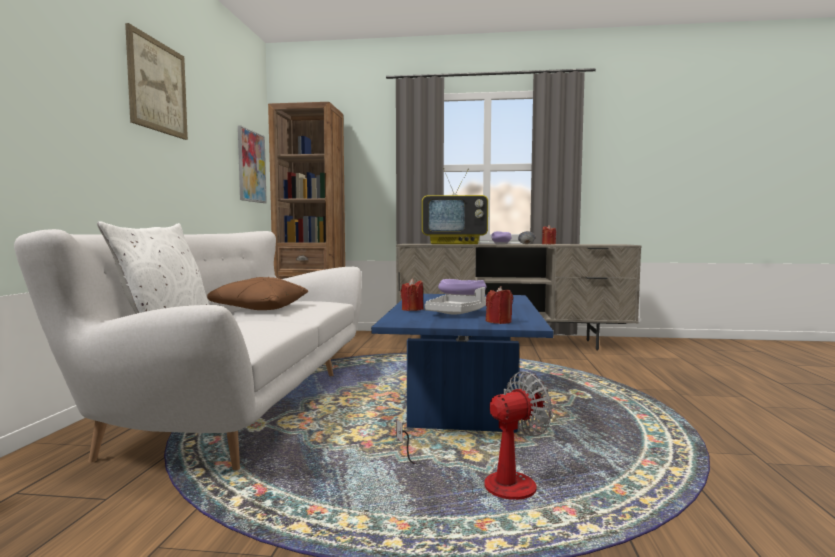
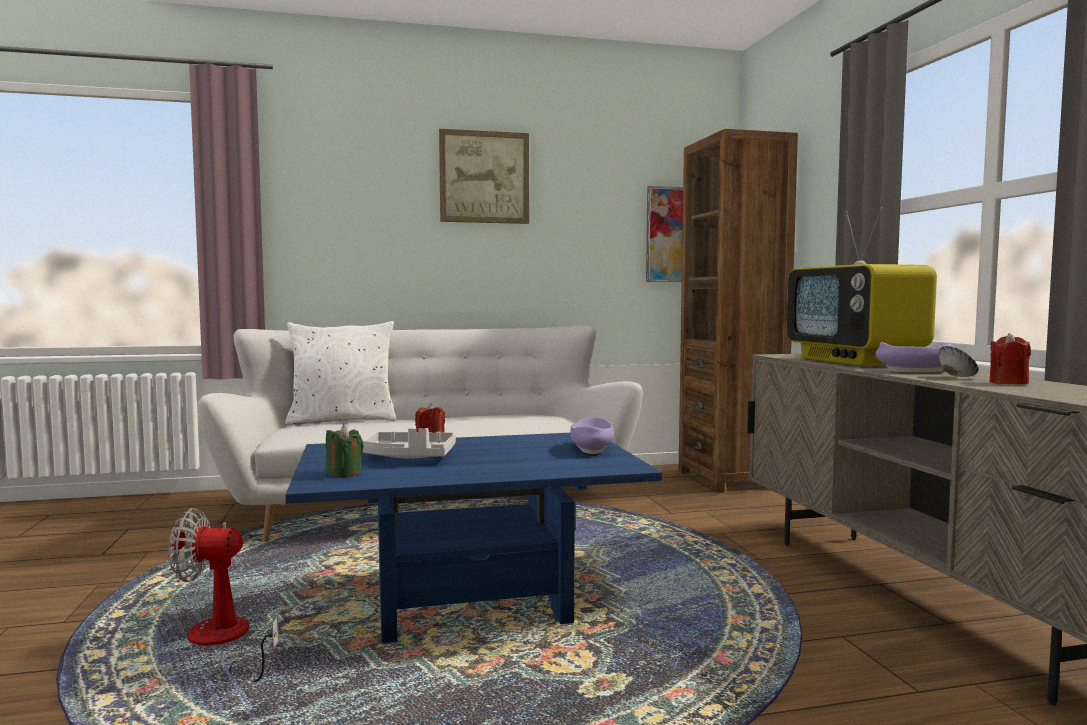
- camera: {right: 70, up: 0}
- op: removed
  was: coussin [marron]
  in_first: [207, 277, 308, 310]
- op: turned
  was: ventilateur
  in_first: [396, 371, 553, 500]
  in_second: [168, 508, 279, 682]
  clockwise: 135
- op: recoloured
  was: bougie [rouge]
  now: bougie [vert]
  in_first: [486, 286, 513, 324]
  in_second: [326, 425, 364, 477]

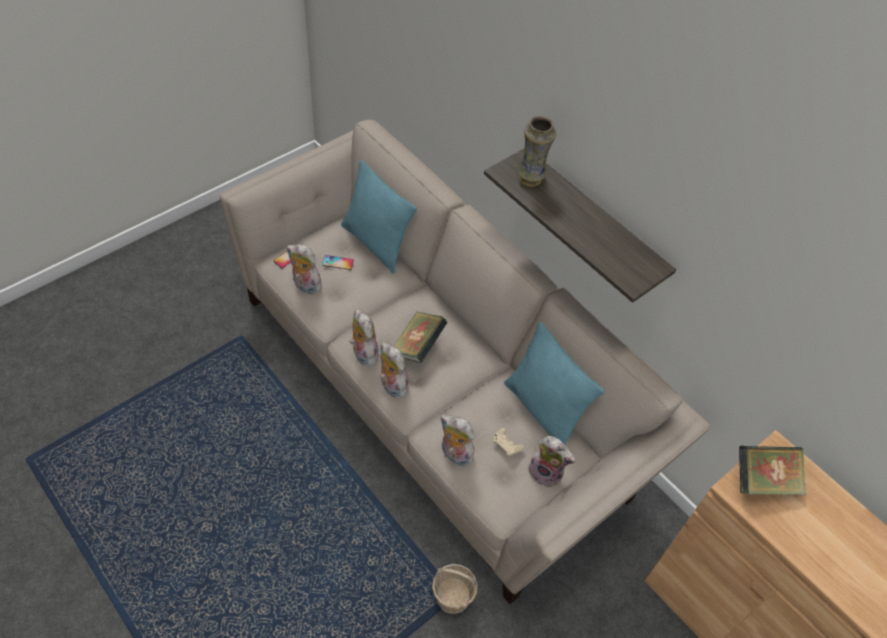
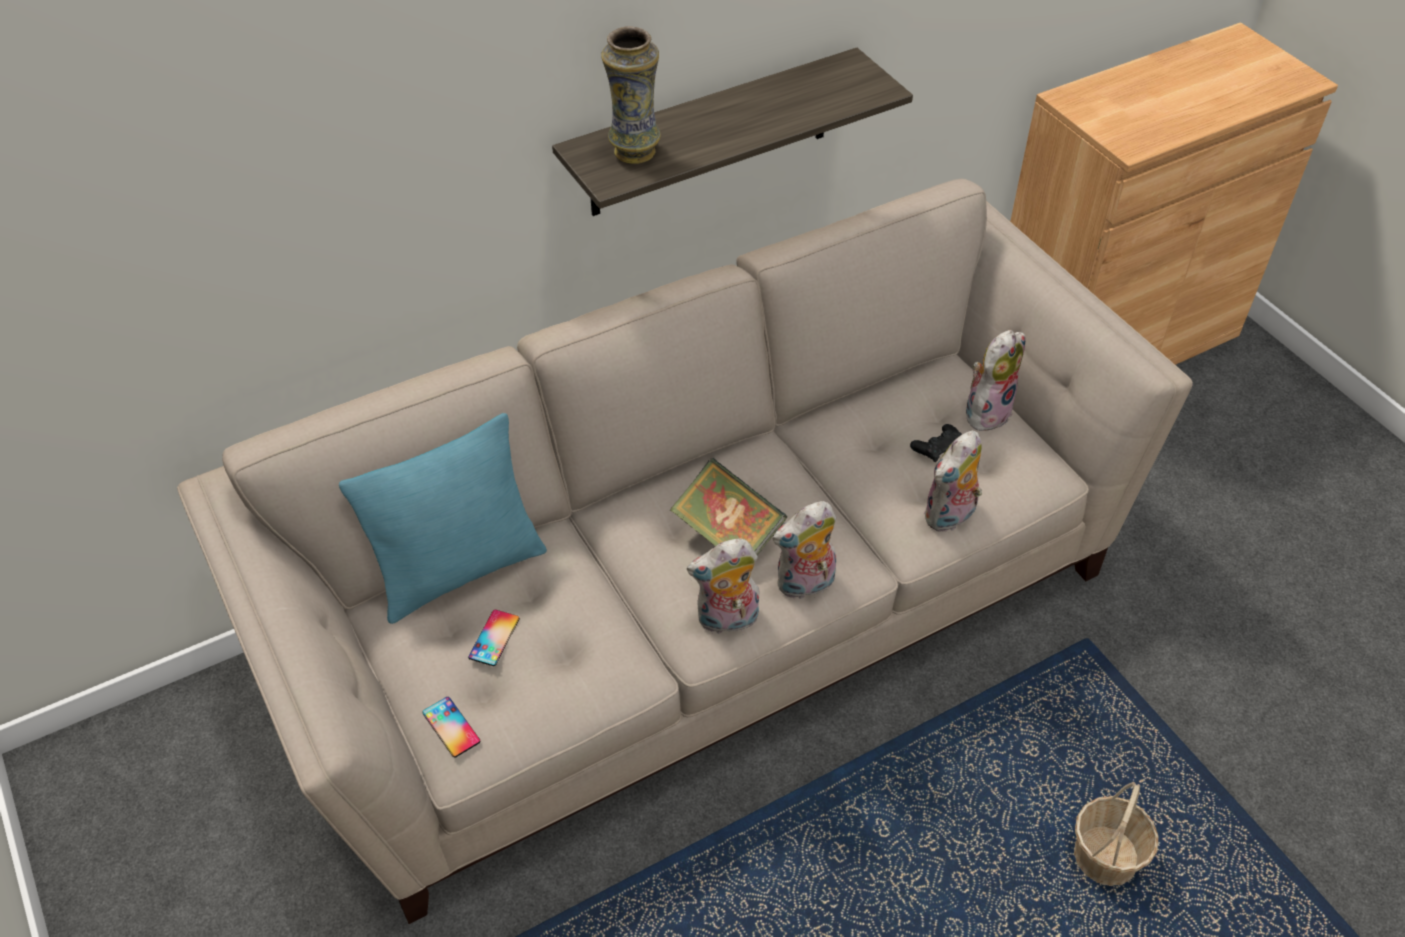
- camera: {right: -75, up: -5}
- op: removed
  was: peluche
  in_first: [287, 244, 322, 295]
- op: moved
  was: panier
  in_first: [432, 564, 478, 614]
  in_second: [1074, 782, 1159, 886]
- op: recoloured
  was: manette [beige]
  now: manette [noir]
  in_first: [493, 428, 524, 457]
  in_second: [910, 424, 962, 462]
- op: removed
  was: coussin [turquoise]
  in_first: [504, 322, 604, 445]
- op: removed
  was: livre
  in_first: [739, 446, 806, 495]

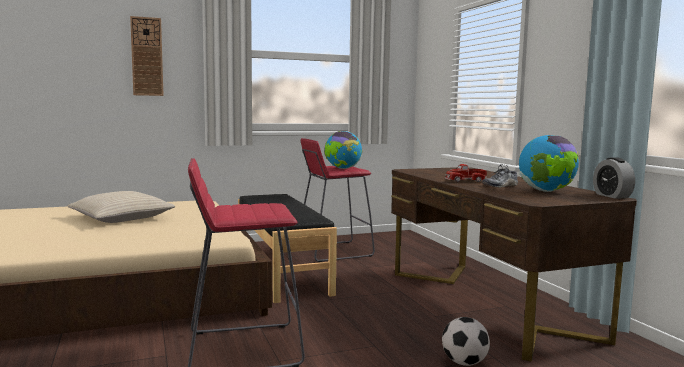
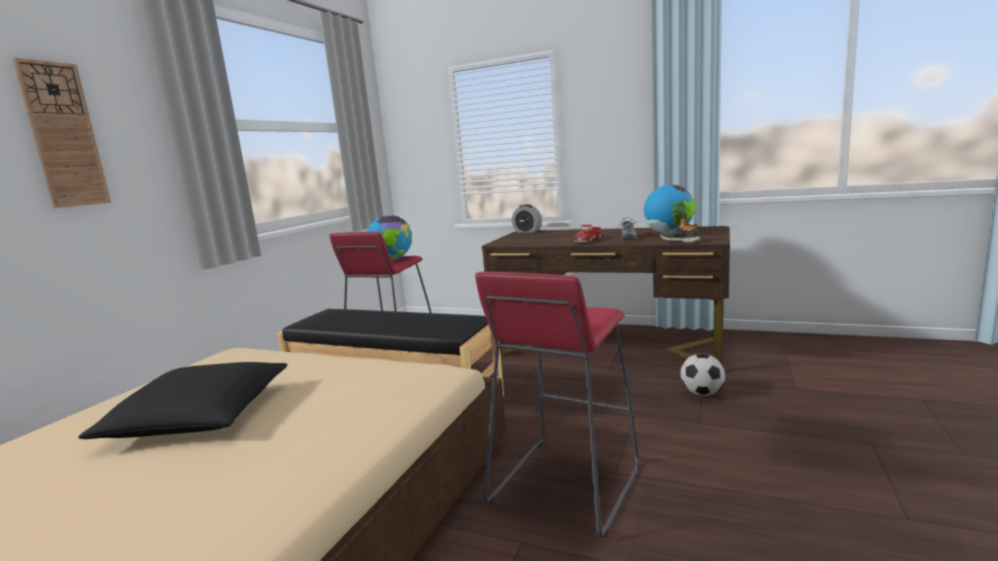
- camera: {right: -45, up: 5}
- op: recoloured
  was: coussin [beige]
  now: coussin [noir]
  in_first: [67, 191, 175, 223]
  in_second: [78, 362, 287, 439]
- op: moved
  was: réveil
  in_first: [593, 157, 635, 199]
  in_second: [512, 204, 542, 232]
- op: added
  now: chaussure
  in_second: [660, 218, 701, 243]

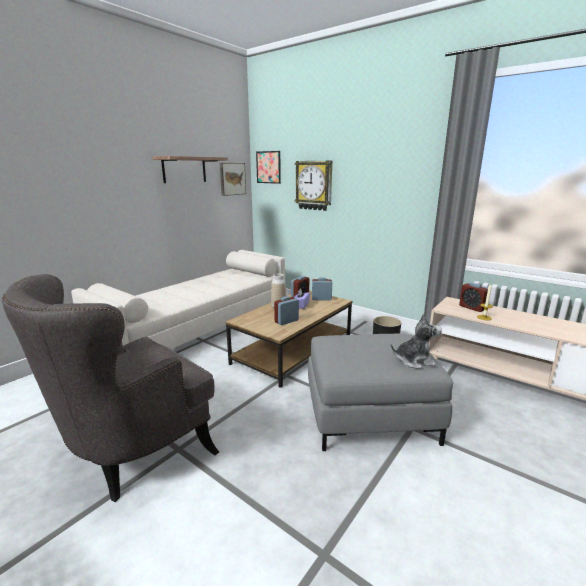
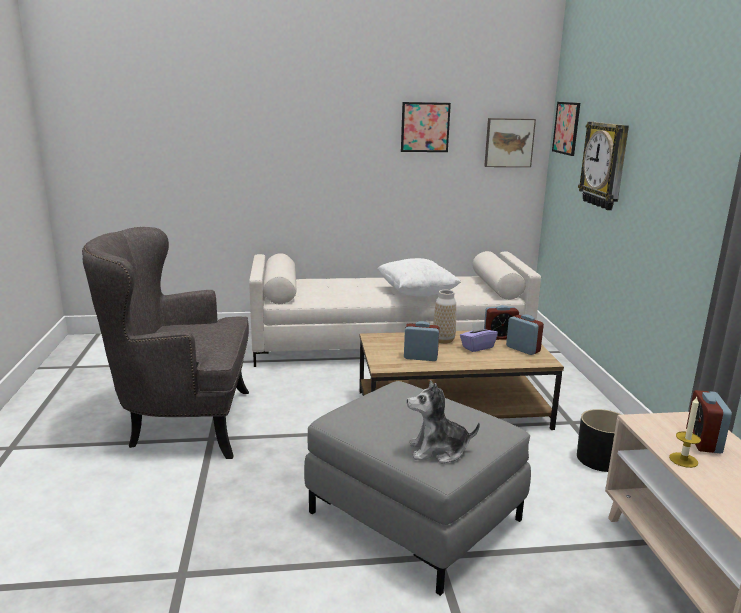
- camera: {right: 45, up: 0}
- op: replaced
  was: étagère
  now: tableau
  in_first: [153, 156, 228, 183]
  in_second: [401, 102, 451, 152]
- op: turned
  was: peluche
  in_first: [390, 314, 442, 369]
  in_second: [407, 380, 480, 464]
  clockwise: 135
- op: added
  now: coussin [blanc]
  in_second: [378, 258, 461, 297]

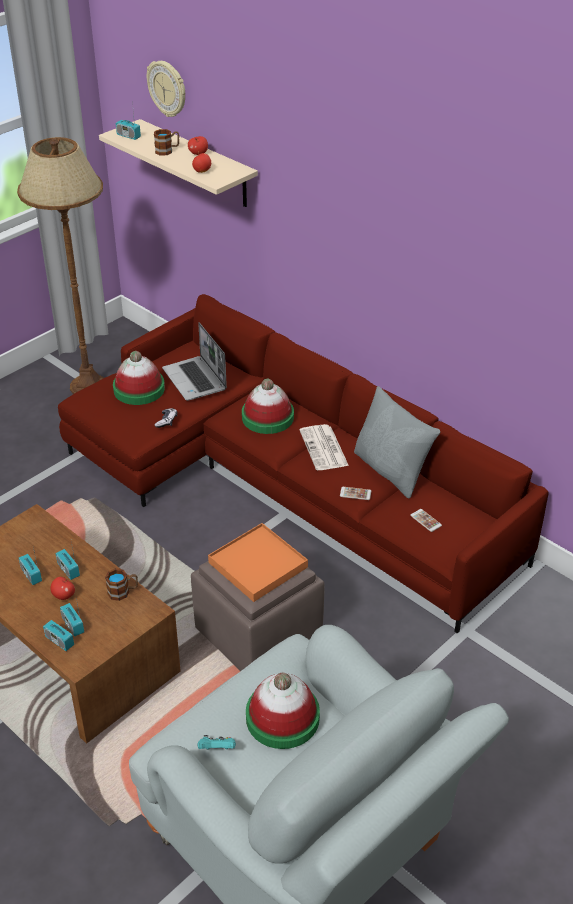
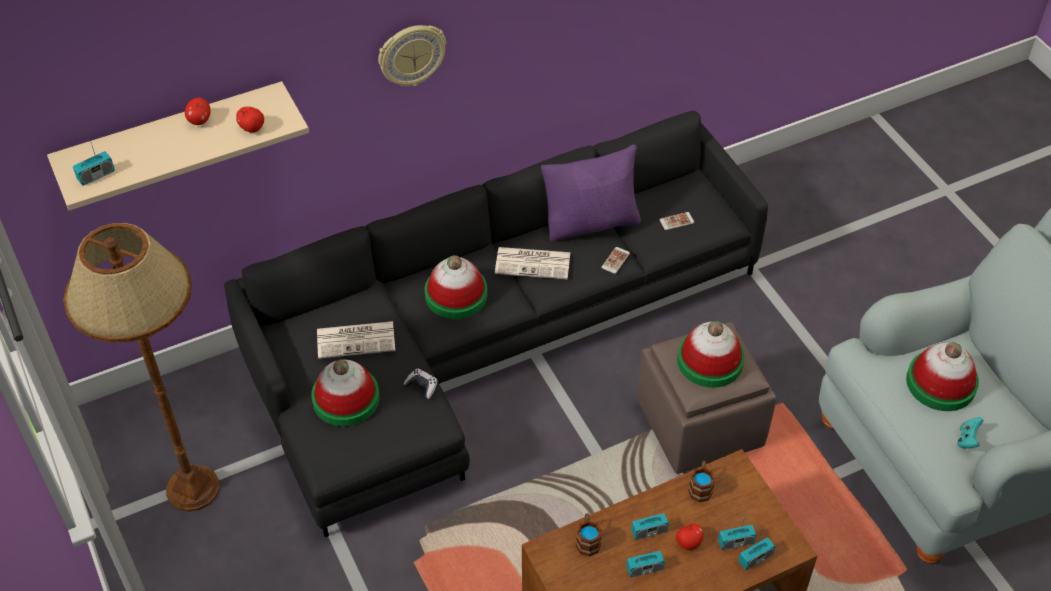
- camera: {right: -70, up: 10}
- op: recoloured
  was: canapé [rouge]
  now: canapé [noir]
  in_first: [58, 294, 549, 634]
  in_second: [224, 111, 768, 537]
- op: moved
  was: horloge murale
  in_first: [147, 61, 185, 117]
  in_second: [378, 25, 446, 86]
- op: moved
  was: mug
  in_first: [154, 129, 179, 155]
  in_second: [576, 513, 602, 557]
- op: replaced
  was: ordinateur portable
  now: journal
  in_first: [162, 322, 227, 401]
  in_second: [317, 321, 395, 359]
- op: replaced
  was: plateau [orange]
  now: chapeau
  in_first: [208, 523, 308, 602]
  in_second: [677, 321, 745, 388]
- op: recoloured
  was: coussin [gris]
  now: coussin [violet]
  in_first: [354, 386, 440, 498]
  in_second: [541, 145, 641, 242]

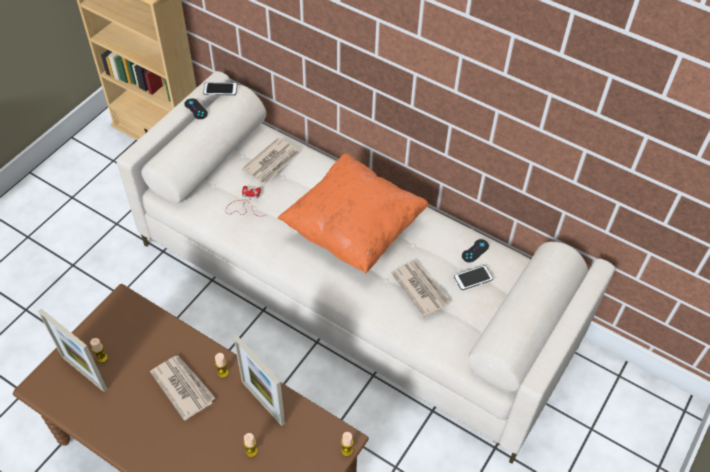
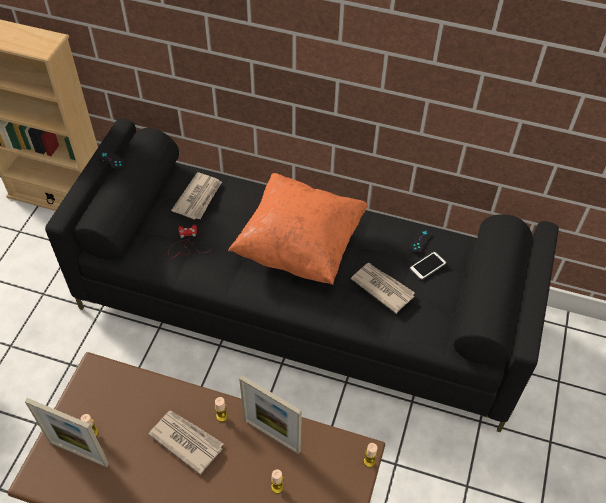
- camera: {right: -15, up: 0}
- op: recoloured
  was: canapé [beige]
  now: canapé [noir]
  in_first: [117, 71, 615, 464]
  in_second: [45, 118, 559, 432]
- op: removed
  was: téléphone
  in_first: [203, 82, 237, 96]

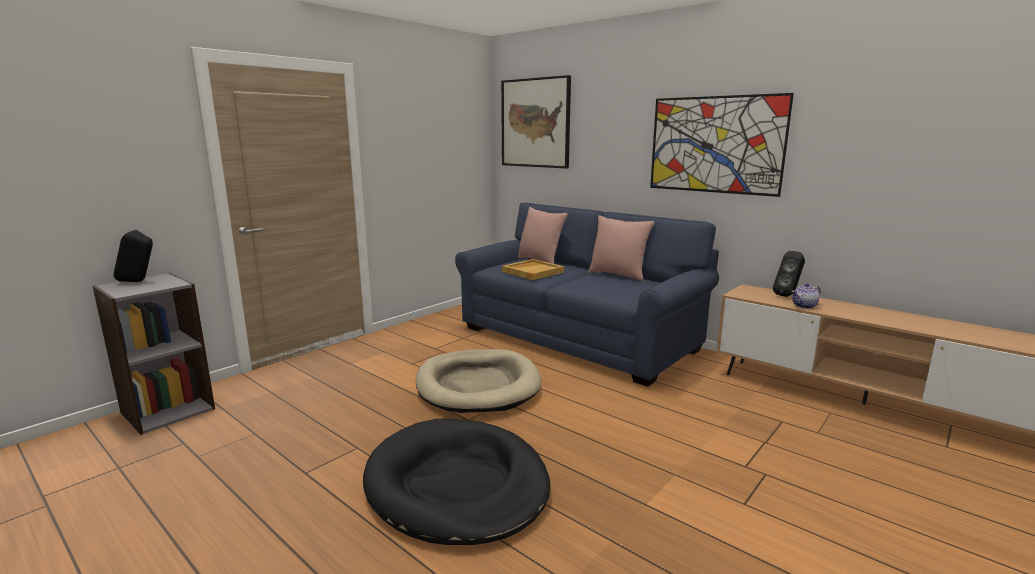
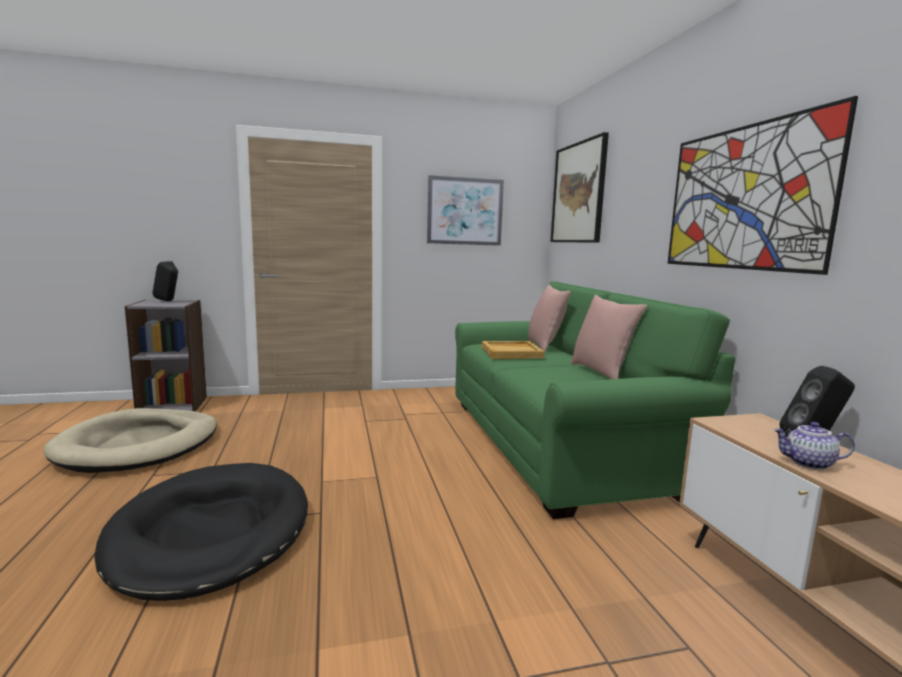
- camera: {right: 35, up: -5}
- op: moved
  was: panier pour chien [beige]
  in_first: [416, 349, 541, 413]
  in_second: [43, 408, 217, 473]
- op: recoloured
  was: canapé [bleu]
  now: canapé [vert]
  in_first: [455, 203, 719, 387]
  in_second: [455, 281, 735, 519]
- op: added
  now: tableau
  in_second: [427, 175, 504, 246]

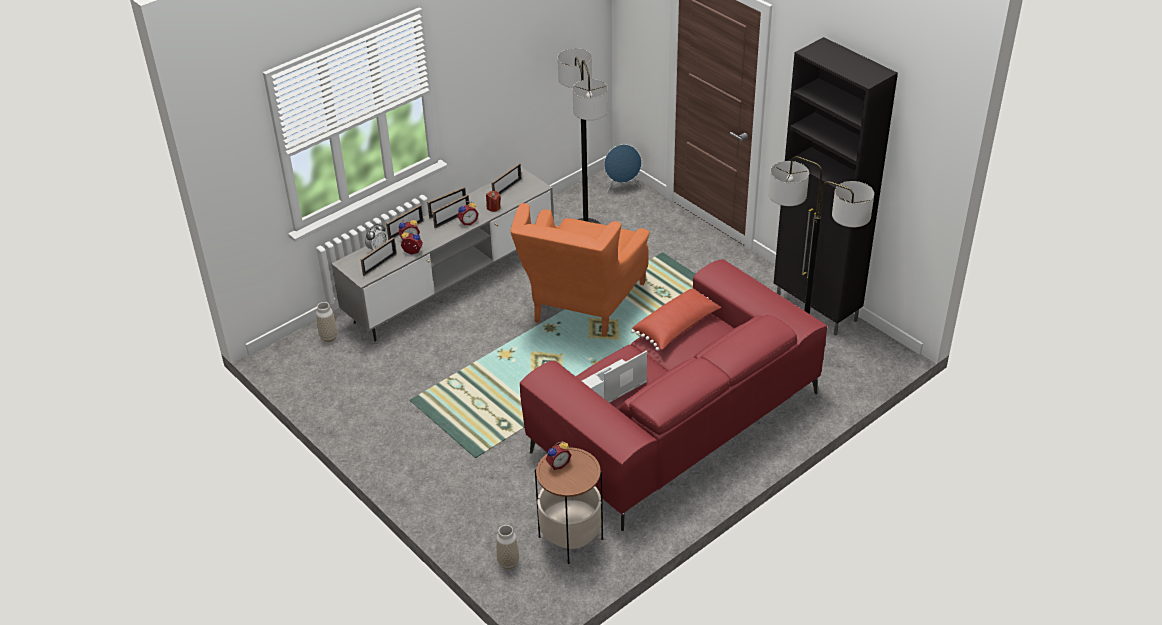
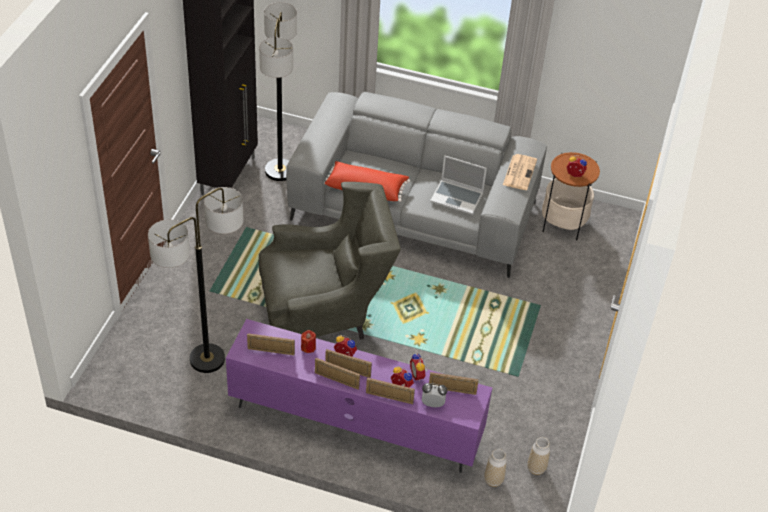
- camera: {right: -125, up: 5}
- op: recoloured
  was: meuble télé [gris]
  now: meuble télé [violet]
  in_first: [331, 167, 554, 342]
  in_second: [226, 319, 492, 473]
- op: moved
  was: vase
  in_first: [496, 525, 519, 569]
  in_second: [527, 437, 550, 475]
- op: recoloured
  was: fauteuil [orange]
  now: fauteuil [gris]
  in_first: [511, 203, 649, 337]
  in_second: [259, 182, 401, 340]
- op: recoloured
  was: canapé [rouge]
  now: canapé [gris]
  in_first: [520, 259, 827, 531]
  in_second: [286, 92, 547, 278]
- op: removed
  was: enceinte [bleu]
  in_first: [604, 144, 642, 193]
- op: added
  now: journal
  in_second: [503, 154, 537, 190]

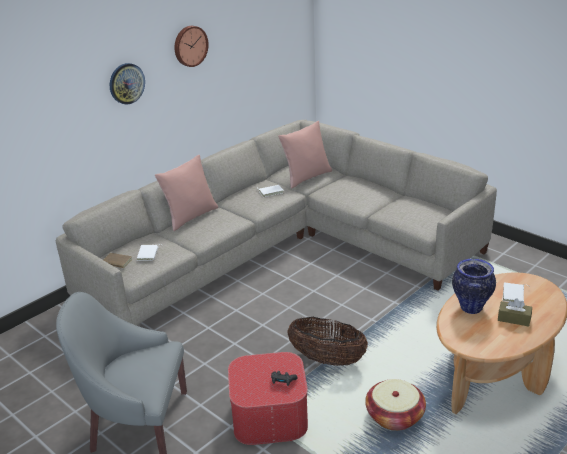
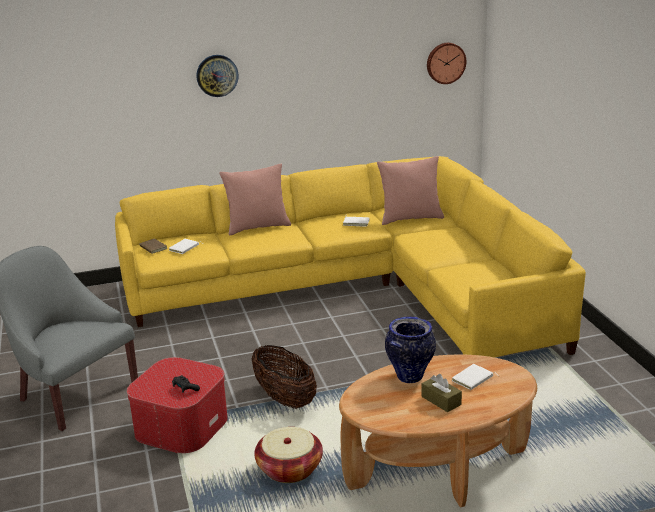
- camera: {right: 30, up: -5}
- op: recoloured
  was: canapé [gris]
  now: canapé [jaune]
  in_first: [56, 120, 497, 326]
  in_second: [115, 156, 586, 358]
- op: moved
  was: horloge murale
  in_first: [174, 26, 209, 67]
  in_second: [427, 43, 466, 84]

